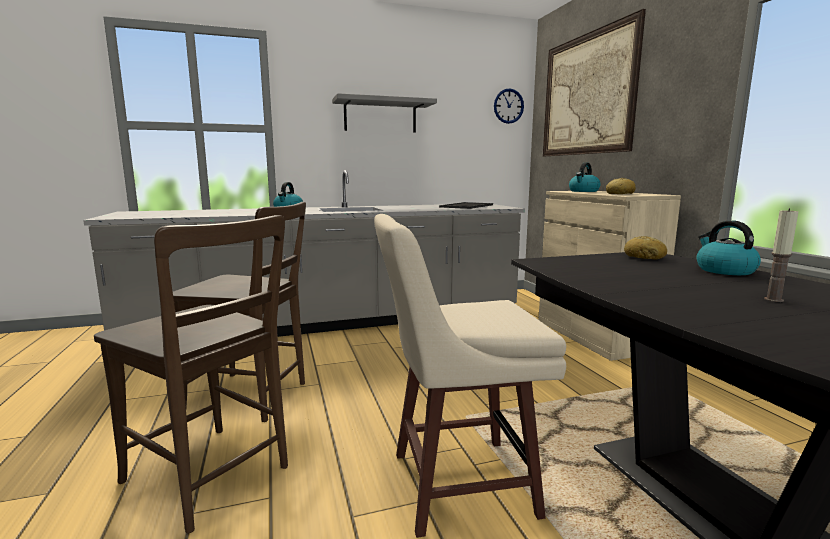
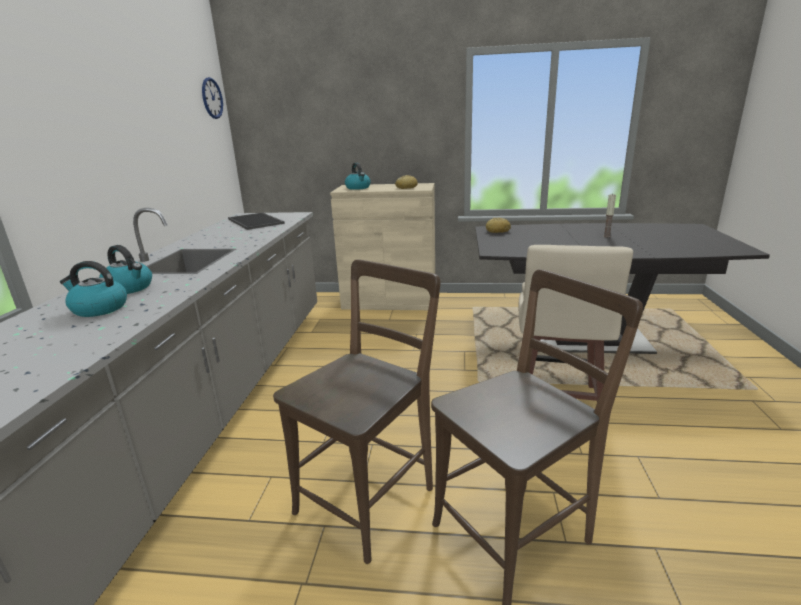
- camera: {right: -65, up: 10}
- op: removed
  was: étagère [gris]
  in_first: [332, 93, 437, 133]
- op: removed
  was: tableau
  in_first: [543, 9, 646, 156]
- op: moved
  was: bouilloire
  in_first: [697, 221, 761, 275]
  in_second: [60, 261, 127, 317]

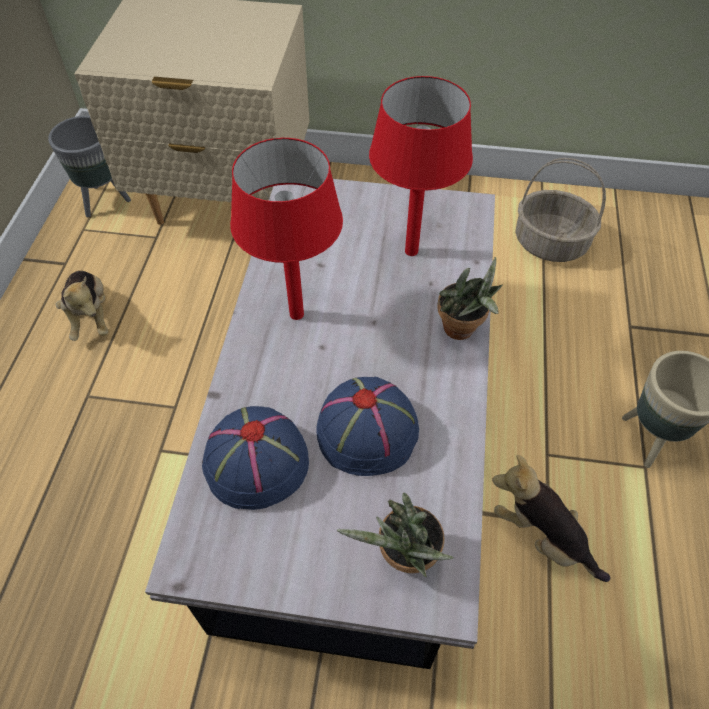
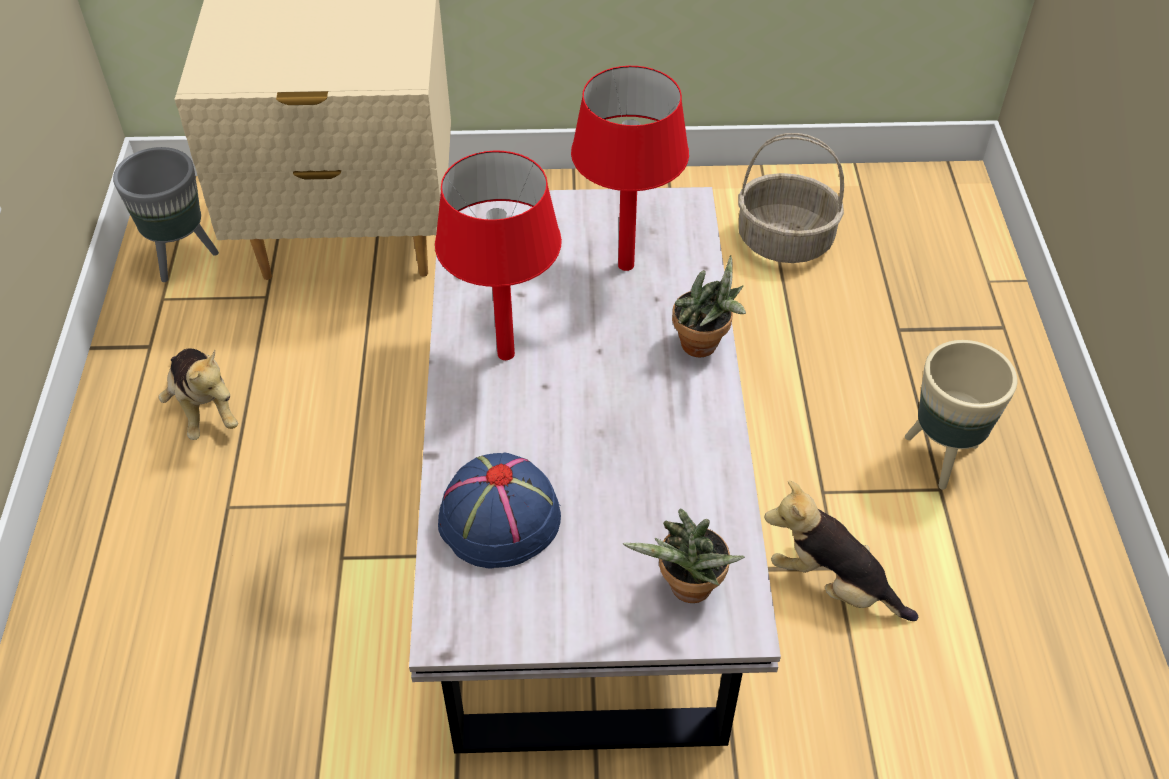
- camera: {right: -10, up: -5}
- op: removed
  was: chapeau [bleu]
  in_first: [316, 377, 419, 476]

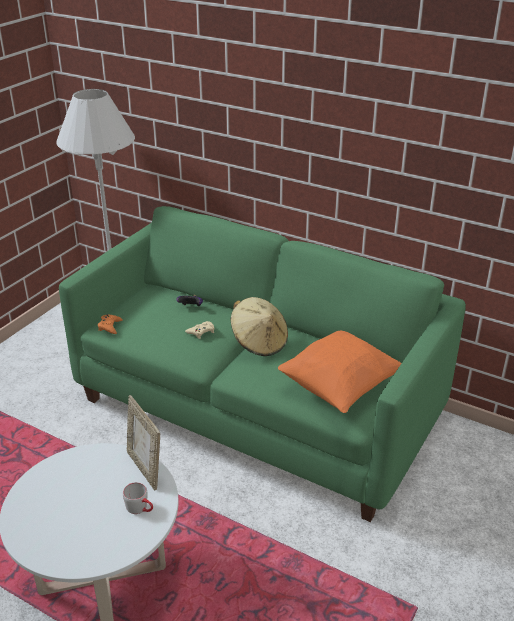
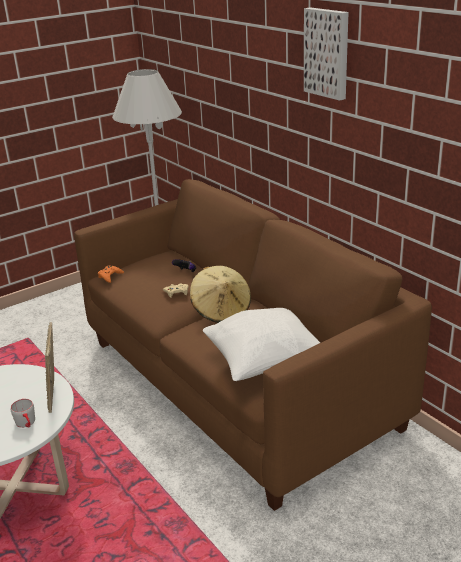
- camera: {right: 25, up: -5}
- op: recoloured
  was: canapé [vert]
  now: canapé [marron]
  in_first: [59, 206, 466, 522]
  in_second: [74, 179, 432, 511]
- op: recoloured
  was: coussin [orange]
  now: coussin [blanc]
  in_first: [278, 331, 402, 413]
  in_second: [203, 308, 320, 381]
- op: added
  now: tableau
  in_second: [304, 7, 348, 101]

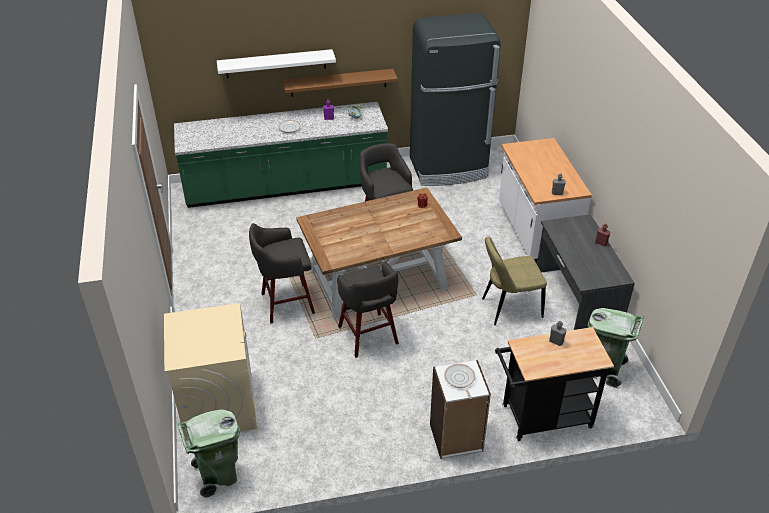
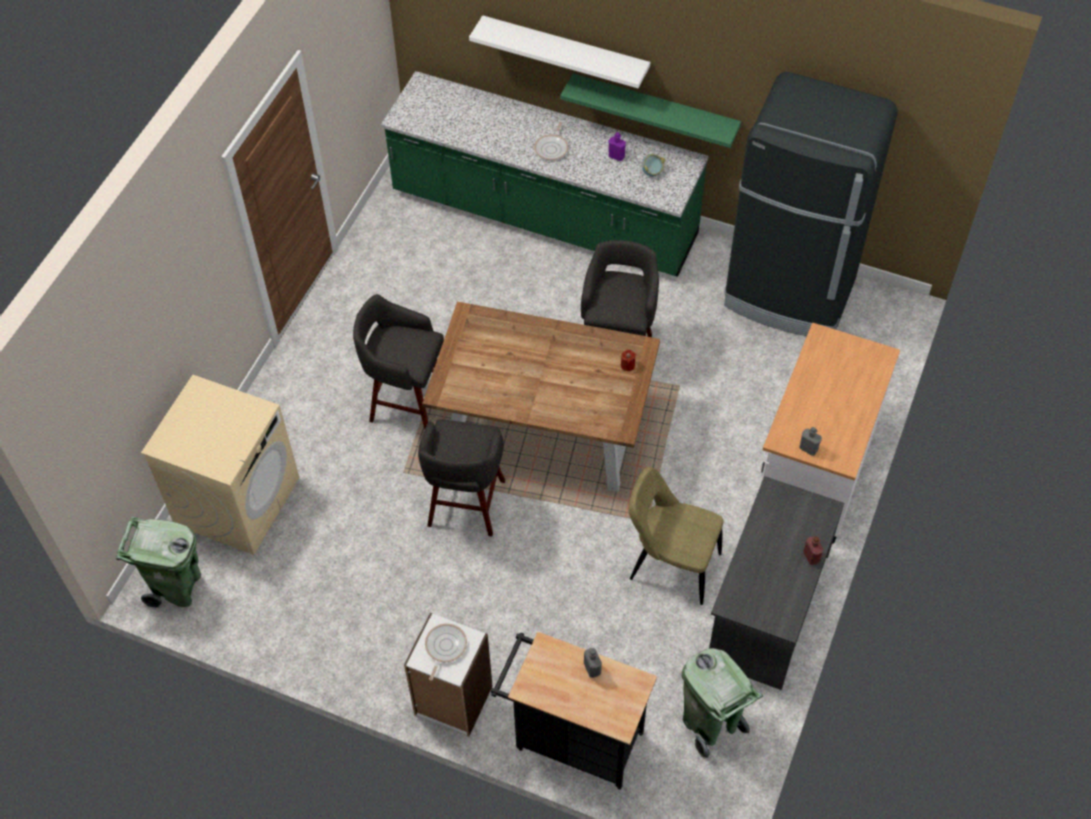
- camera: {right: 35, up: 15}
- op: recoloured
  was: étagère [marron]
  now: étagère [vert]
  in_first: [283, 69, 398, 97]
  in_second: [560, 74, 741, 148]

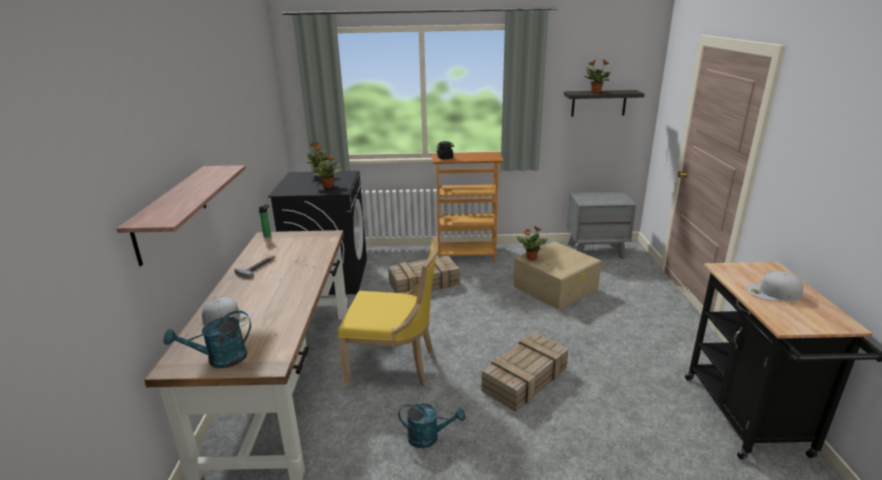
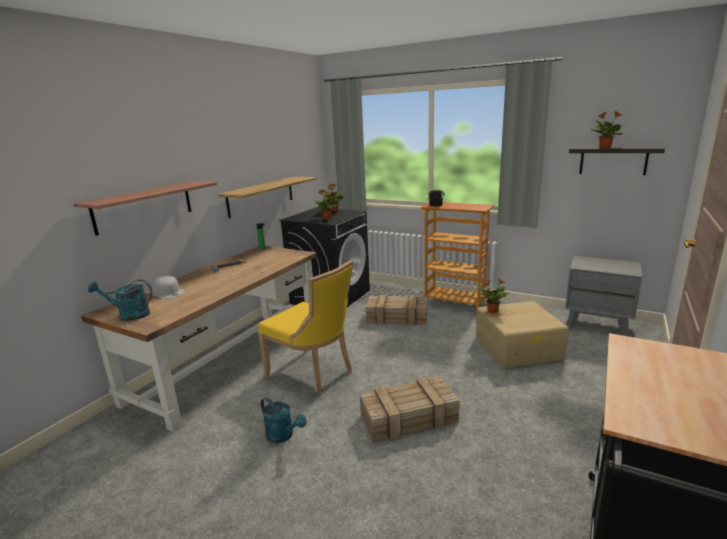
- camera: {right: 30, up: -5}
- op: removed
  was: casquette [blanc]
  in_first: [746, 271, 803, 301]
- op: added
  now: étagère
  in_second: [218, 177, 316, 218]

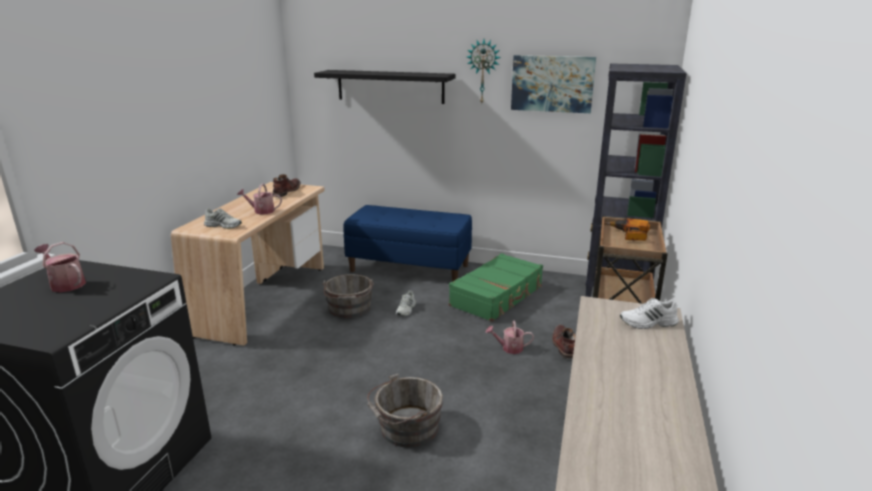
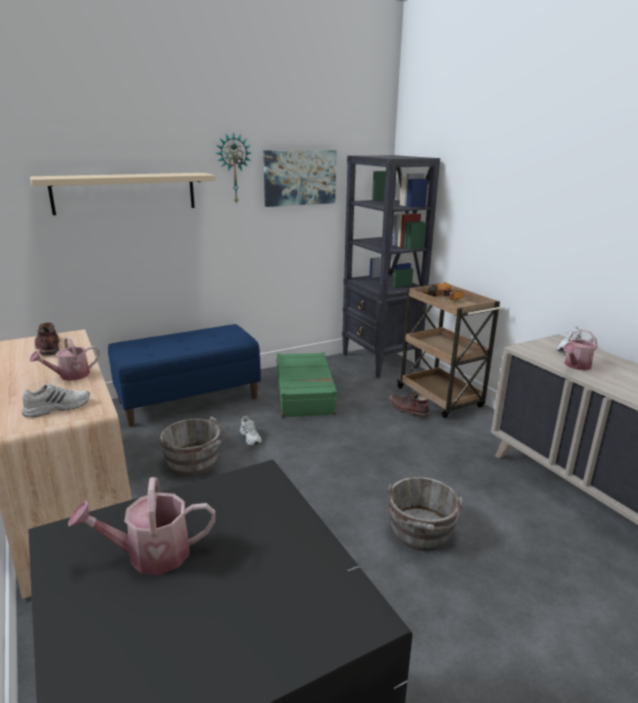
- camera: {right: -45, up: 0}
- op: recoloured
  was: étagère [noir]
  now: étagère [beige]
  in_first: [314, 70, 455, 104]
  in_second: [30, 173, 216, 215]
- op: moved
  was: arrosoir
  in_first: [486, 321, 534, 354]
  in_second: [564, 329, 598, 370]

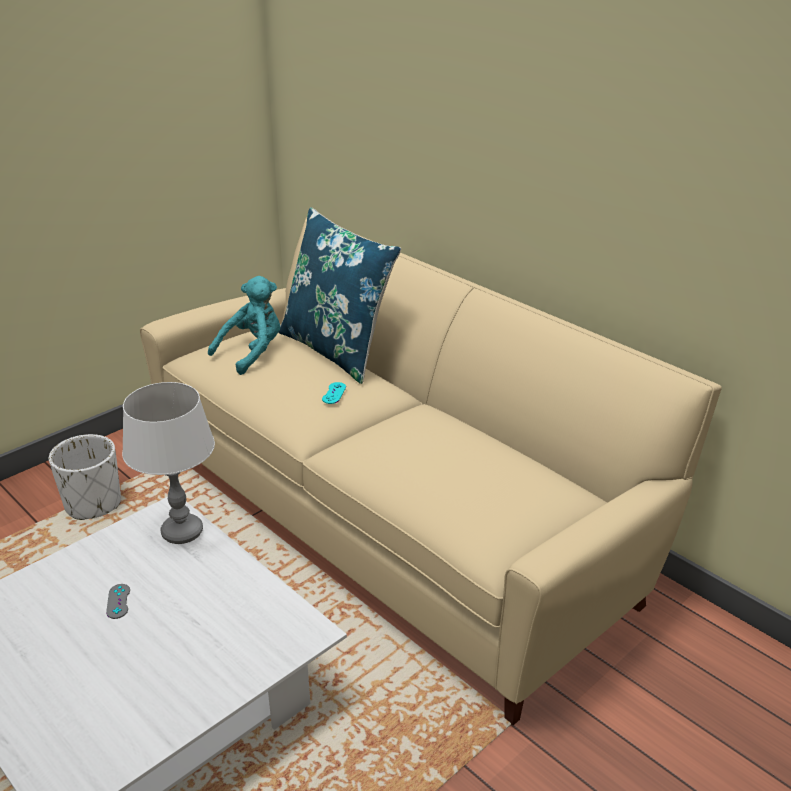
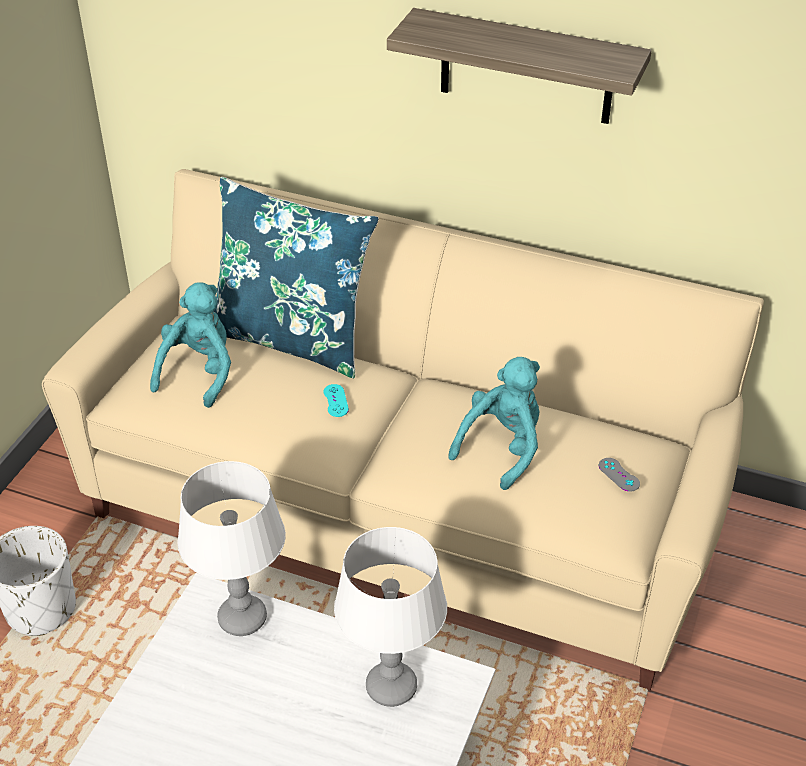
- camera: {right: -25, up: 10}
- op: moved
  was: manette [gris]
  in_first: [106, 584, 130, 619]
  in_second: [599, 458, 640, 492]
- op: added
  now: lampe de table [blanc]
  in_second: [334, 527, 447, 707]
- op: added
  now: étagère
  in_second: [387, 8, 652, 124]
- op: added
  now: peluche [turquoise]
  in_second: [448, 357, 540, 490]

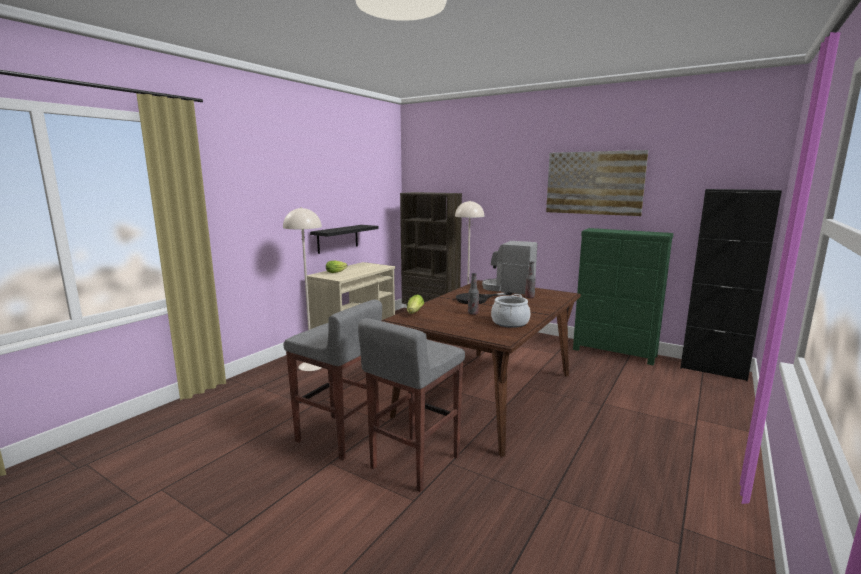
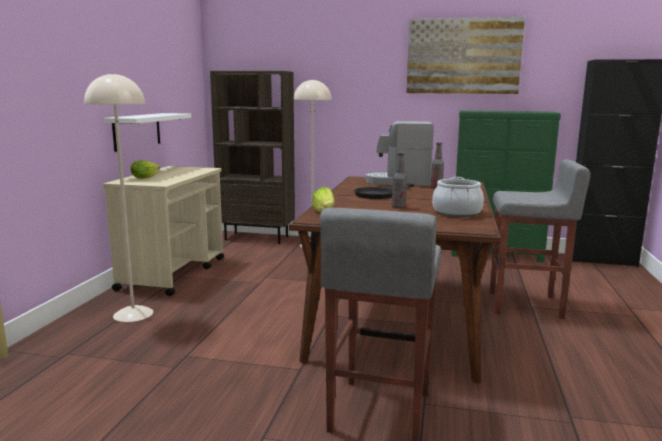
- camera: {right: -20, up: 0}
- op: moved
  was: tabouret [gris]
  in_first: [283, 300, 382, 460]
  in_second: [489, 159, 591, 319]
- op: recoloured
  was: étagère [noir]
  now: étagère [blanc]
  in_first: [310, 225, 379, 254]
  in_second: [104, 113, 191, 152]

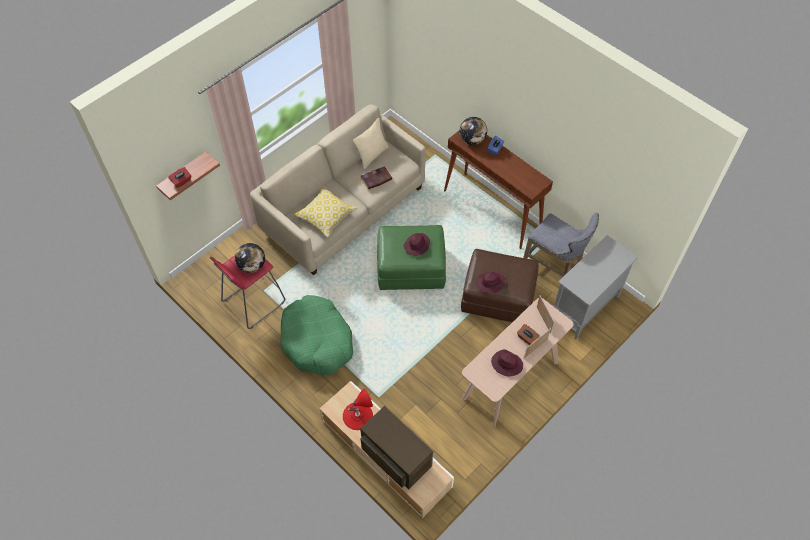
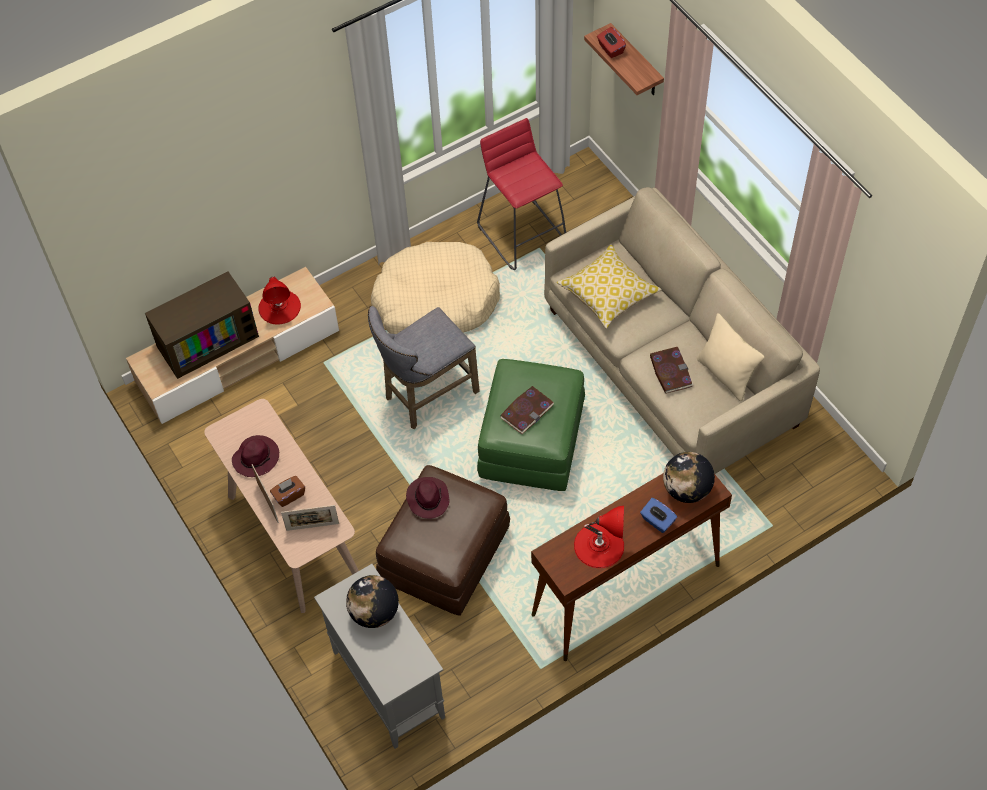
- camera: {right: 105, up: 0}
- op: moved
  was: globe
  in_first: [235, 243, 265, 273]
  in_second: [346, 575, 399, 628]
- op: recoloured
  was: panier pour chien [vert]
  now: panier pour chien [beige]
  in_first: [280, 295, 353, 375]
  in_second: [371, 242, 500, 334]
- op: replaced
  was: chapeau [violet]
  now: livre
  in_first: [404, 233, 430, 256]
  in_second: [500, 386, 554, 434]
- op: moved
  was: tabouret [gris]
  in_first: [523, 213, 599, 277]
  in_second: [368, 306, 480, 429]
- op: added
  now: lampe de table [rouge]
  in_second: [574, 506, 624, 568]

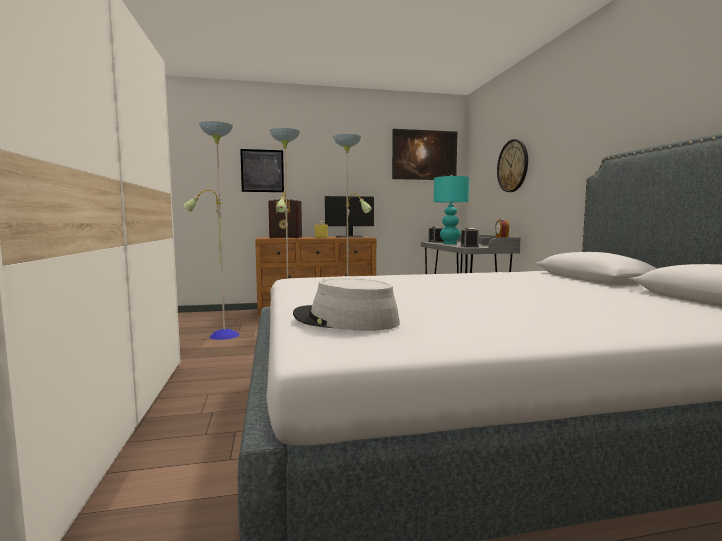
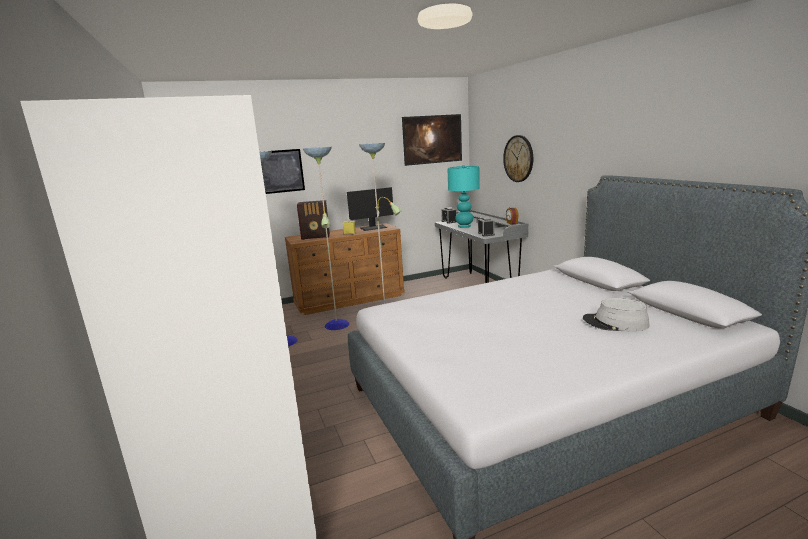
- camera: {right: -10, up: 10}
- op: moved
  was: chapeau [gris]
  in_first: [293, 278, 400, 331]
  in_second: [583, 298, 650, 331]

